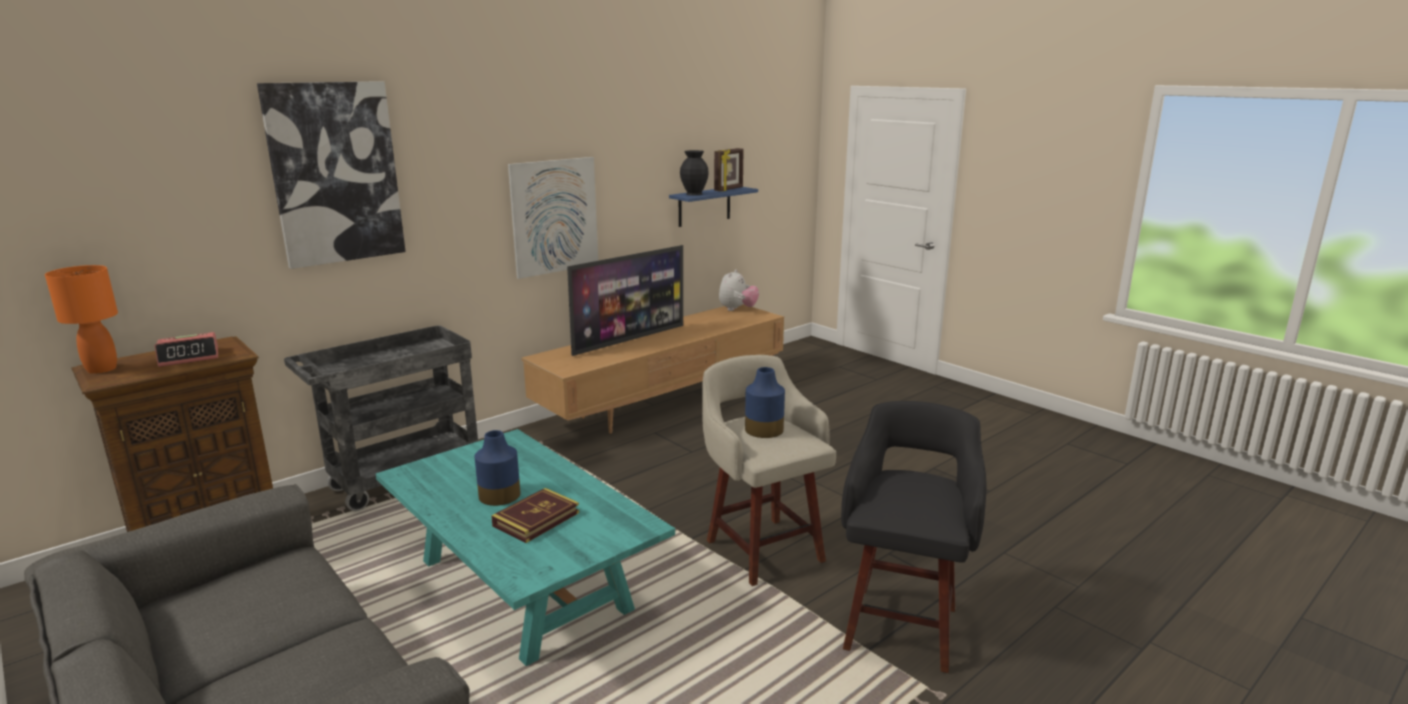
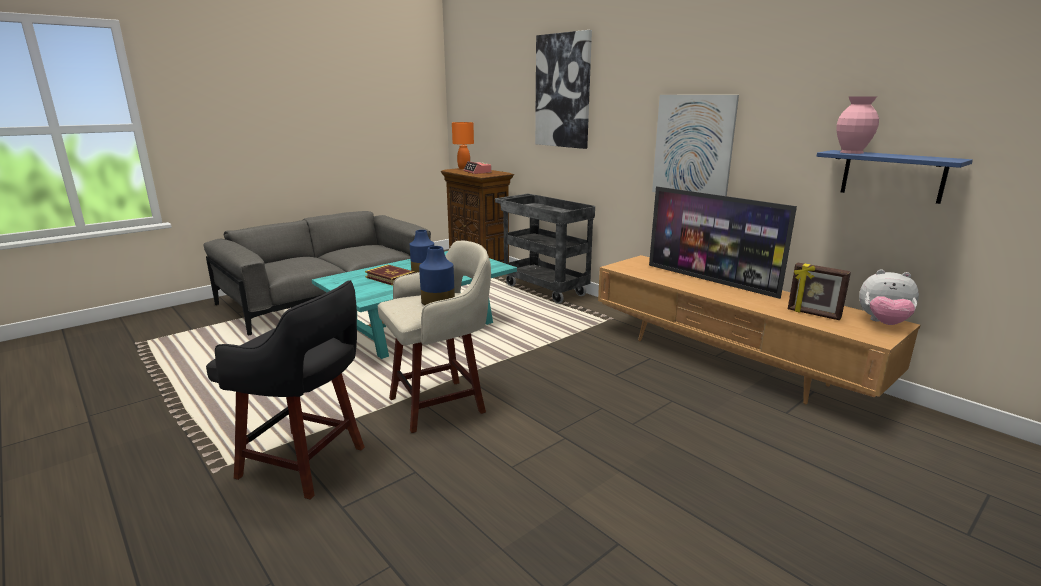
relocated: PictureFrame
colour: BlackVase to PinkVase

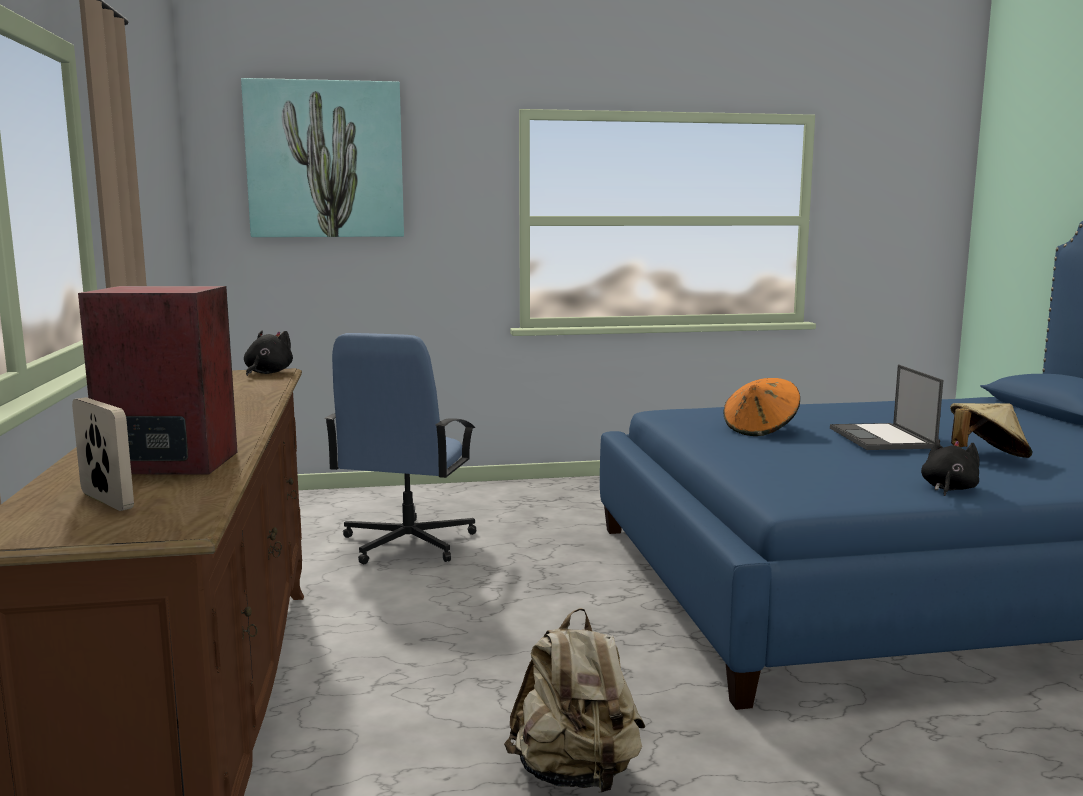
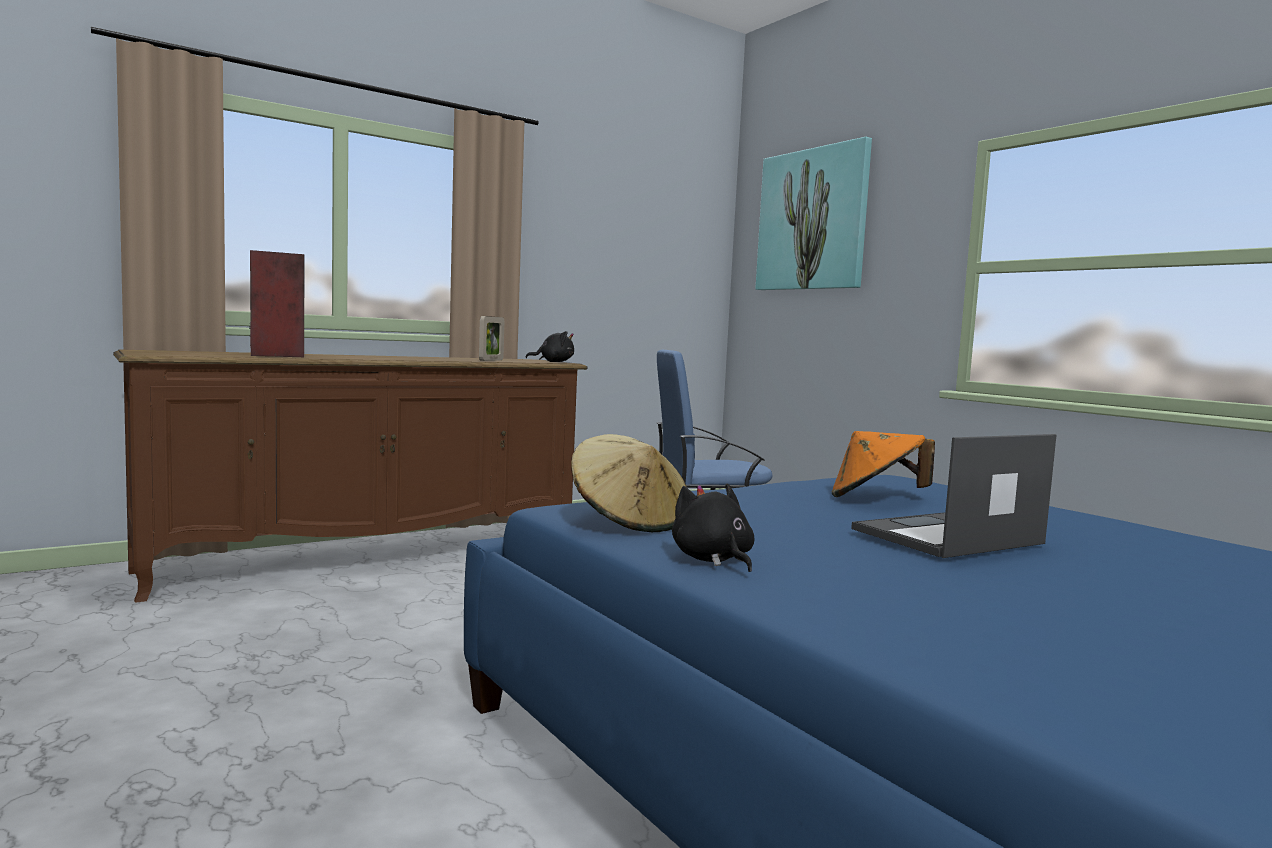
missing: BeigeBackpack
relocated: PictureFrame; BeigeHat
spun: BlackPlushToy (no. 2 from left) 120 degrees counterclockwise

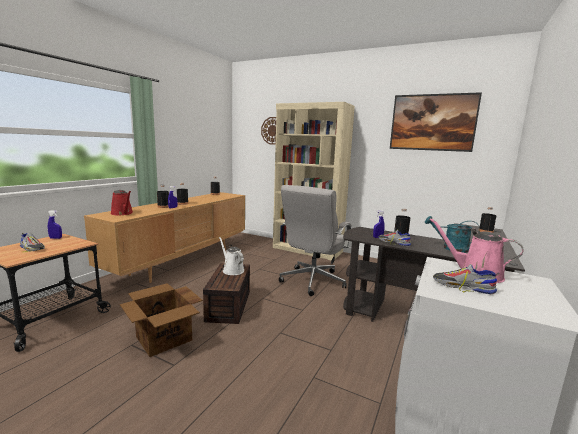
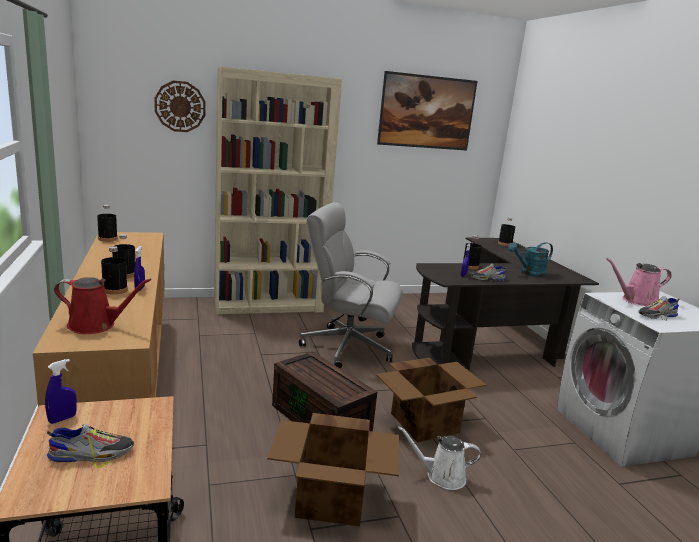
appeared: CardboardBox (no. 2 from left)
relocated: WhiteWateringCan
spun: GreyOfficeChair 120 degrees clockwise

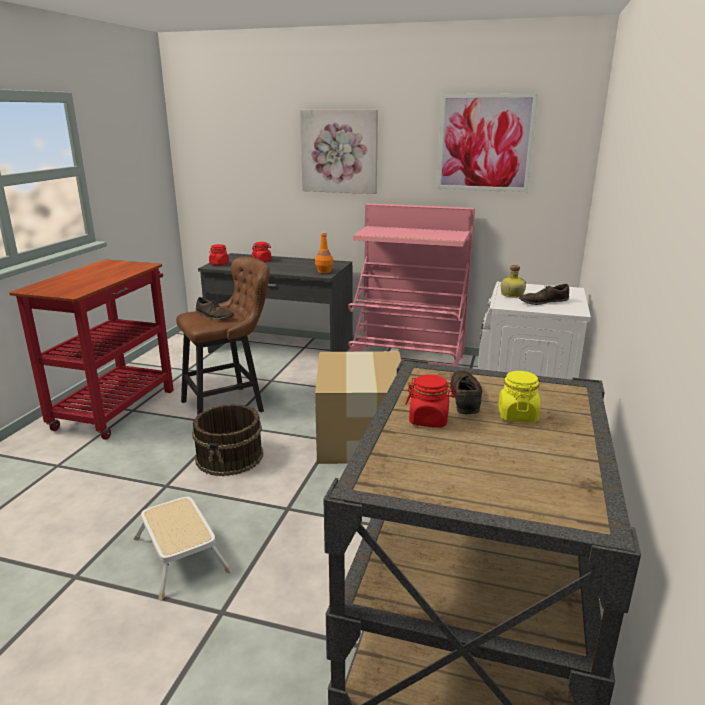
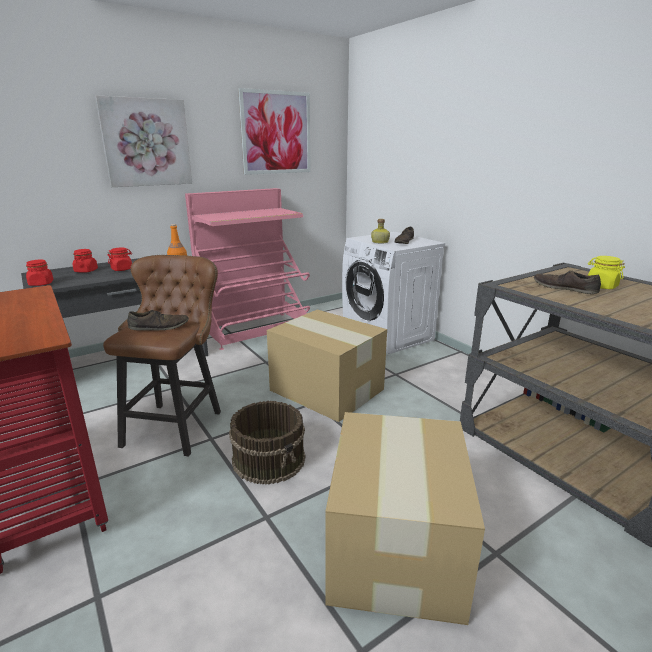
relocated: RedJar (no. 3 from left)
exchanged: BeigeStepLadder to CardboardBox (no. 2 from left)

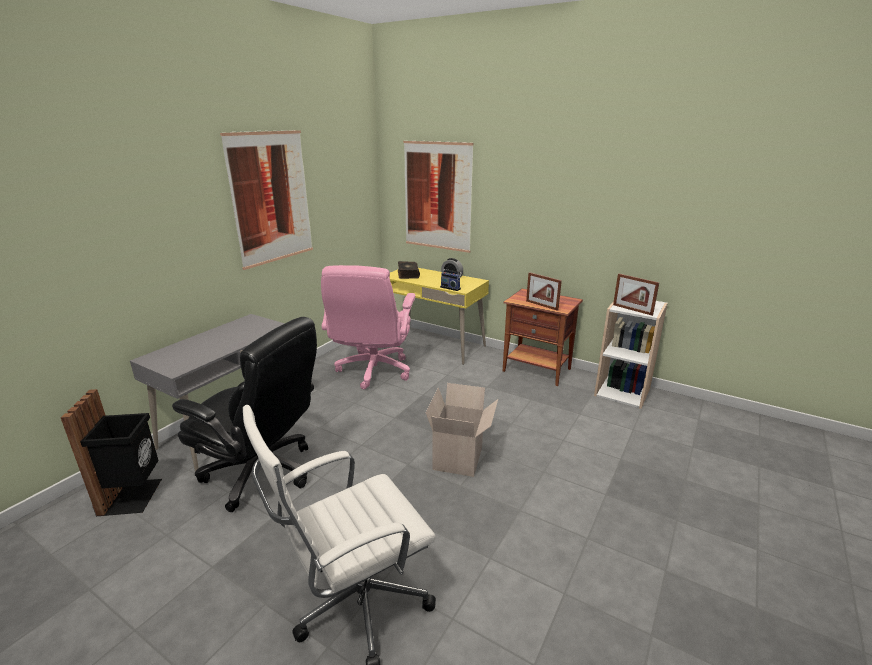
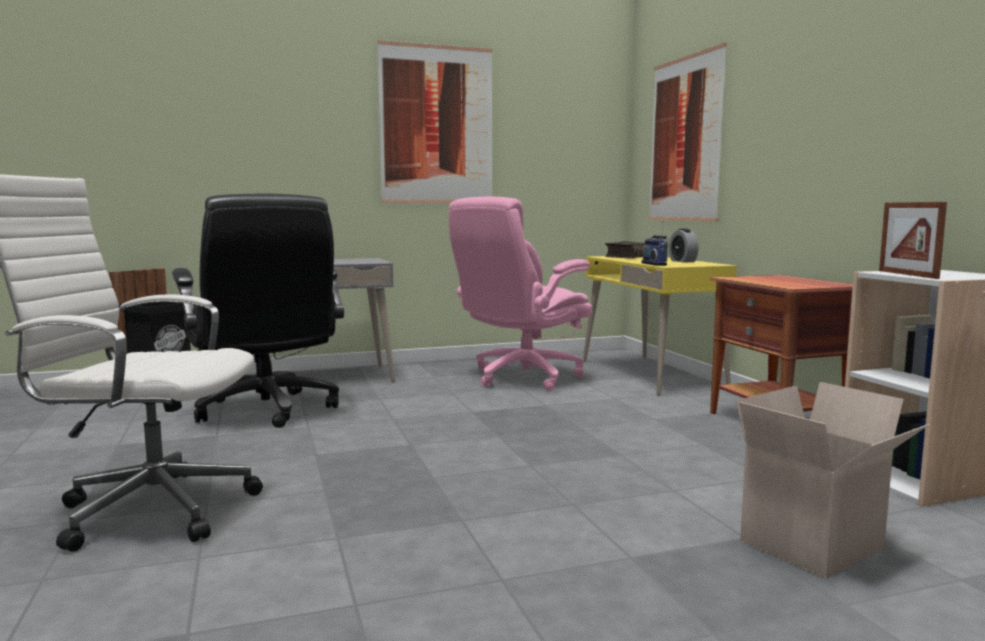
missing: PictureFrame (no. 1 from left)
relocated: CardboardBox

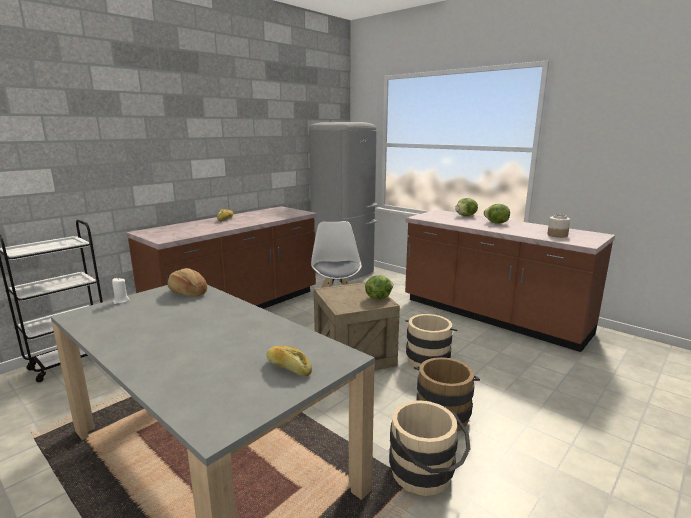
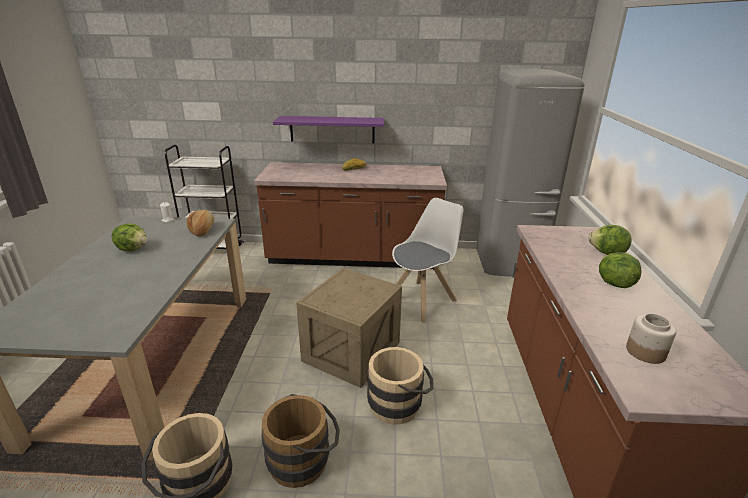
missing: Bread (no. 3 from left)
appeared: PurpleShelf
relocated: Lettuce (no. 1 from left)

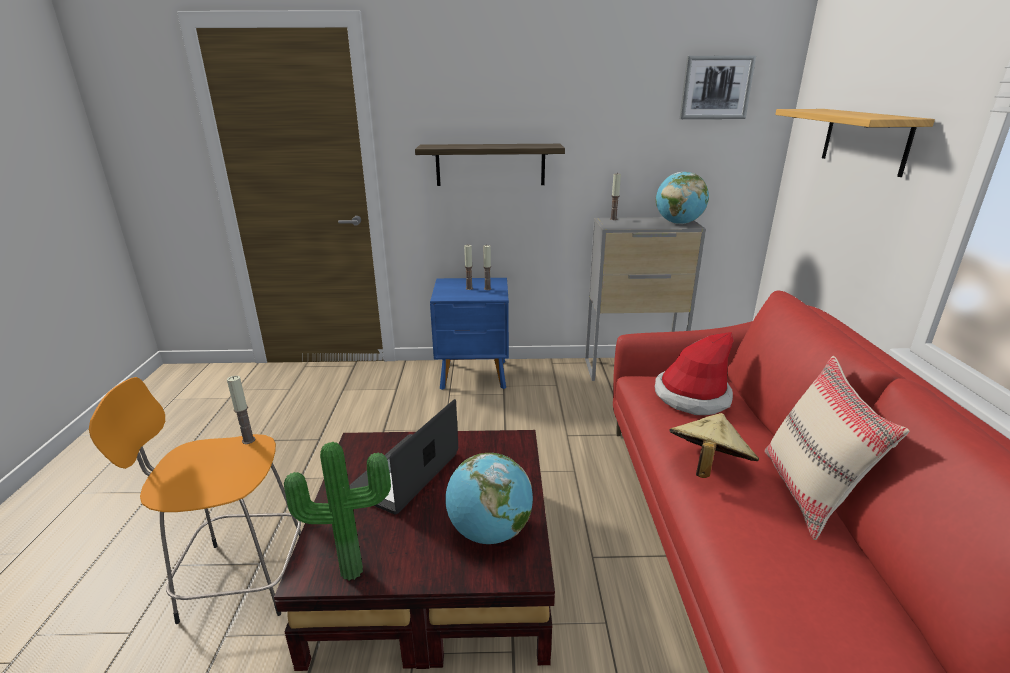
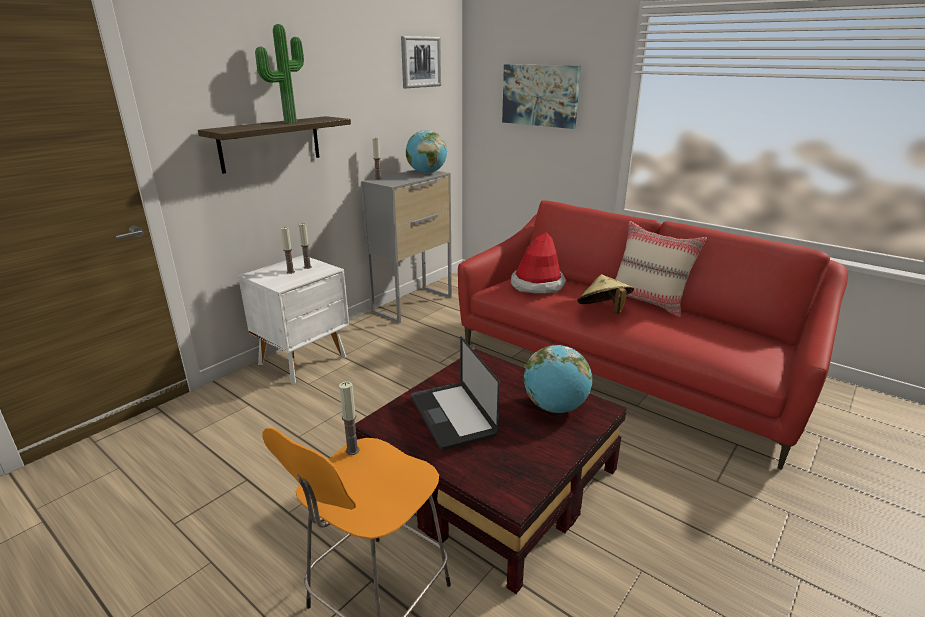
relocated: PottedPlant
exchanged: Shelf (no. 2 from left) to Picture (no. 2 from left)
colour: BlueNightstand to WhiteNightstand

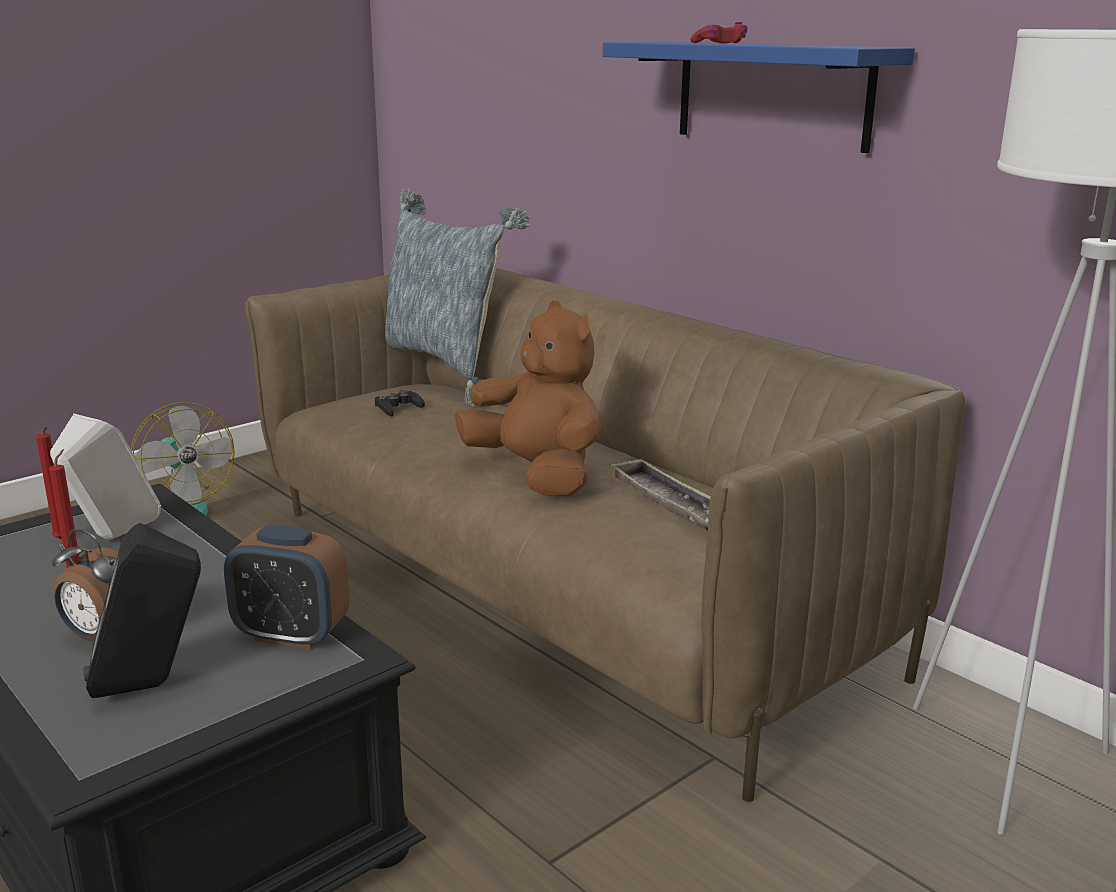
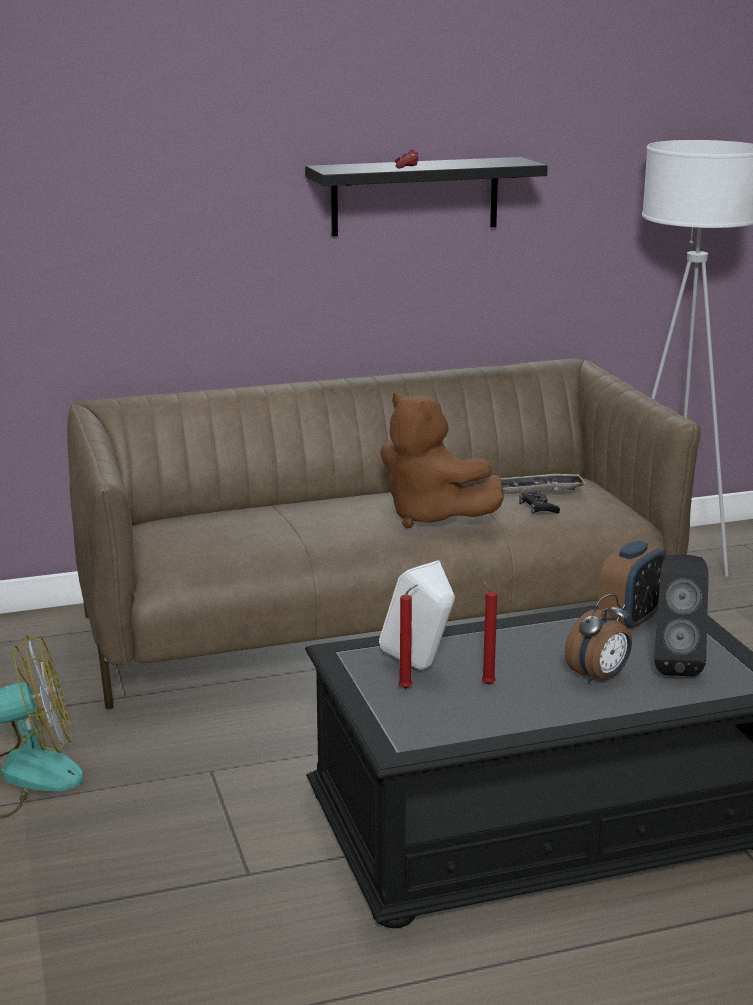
missing: Pillow
relocated: BlackGameController
colour: BlueShelf to BlackShelf
spun: BrownPlushToy 120 degrees counterclockwise

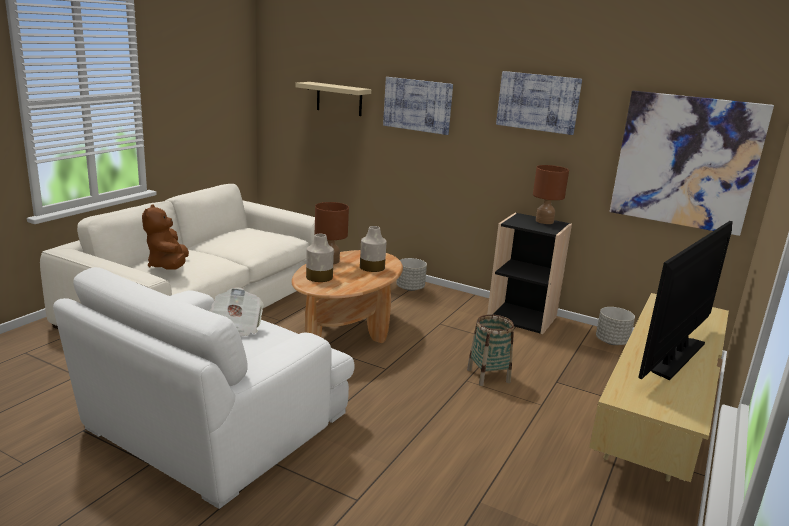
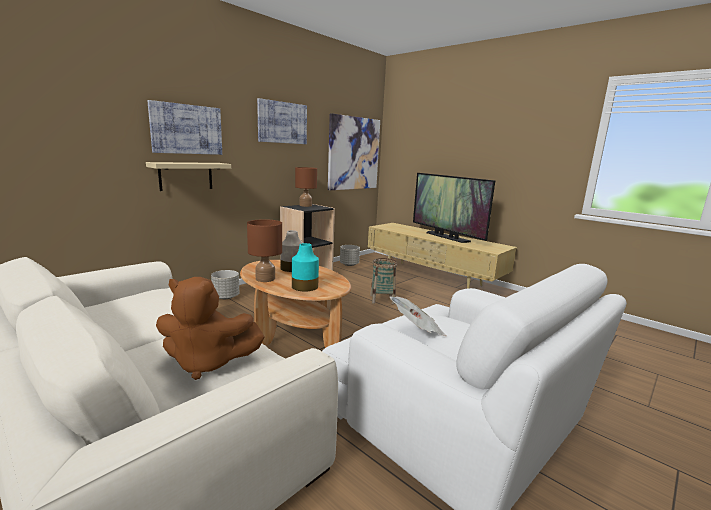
relocated: BeigeShelf
colour: BeigeVase (no. 1 from left) to TurquoiseVase

